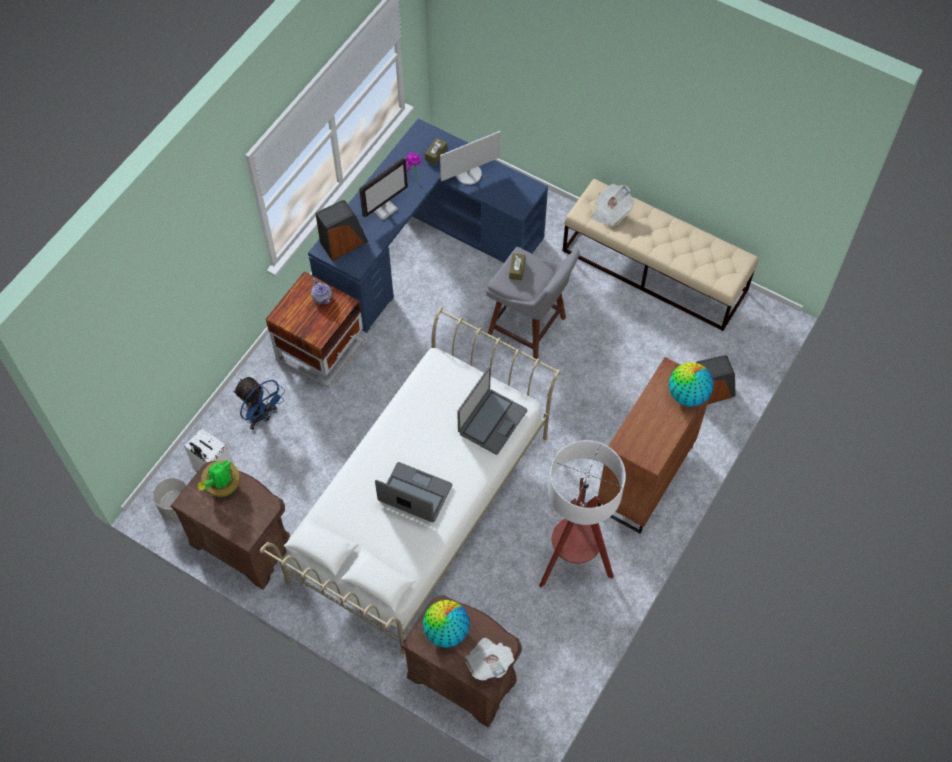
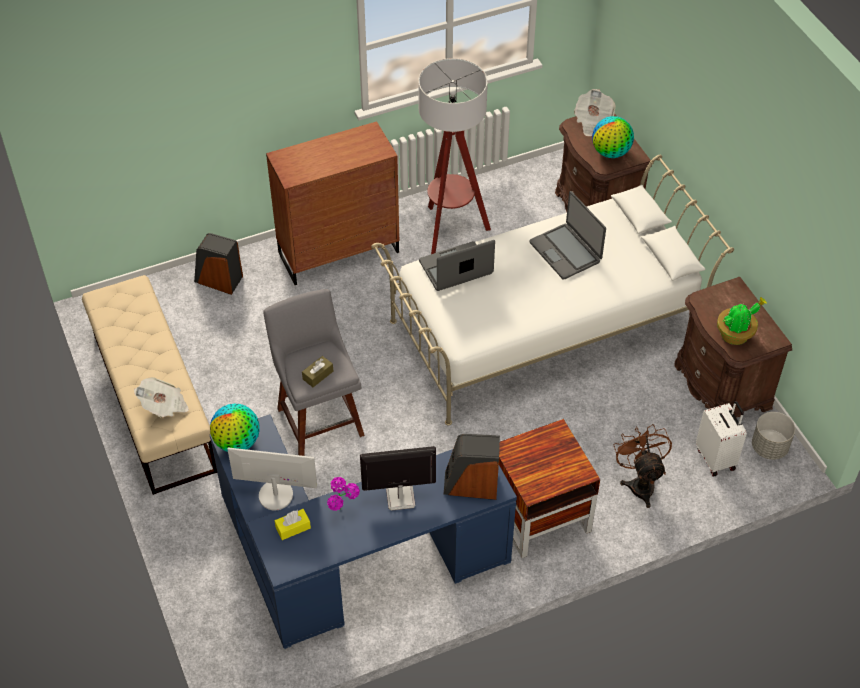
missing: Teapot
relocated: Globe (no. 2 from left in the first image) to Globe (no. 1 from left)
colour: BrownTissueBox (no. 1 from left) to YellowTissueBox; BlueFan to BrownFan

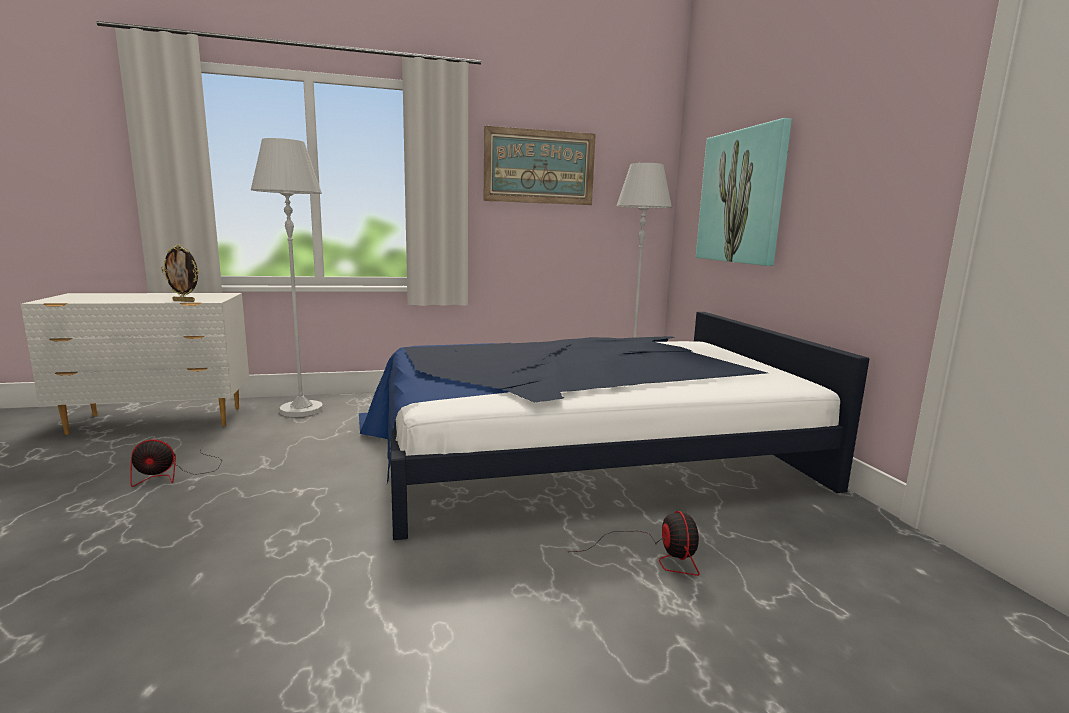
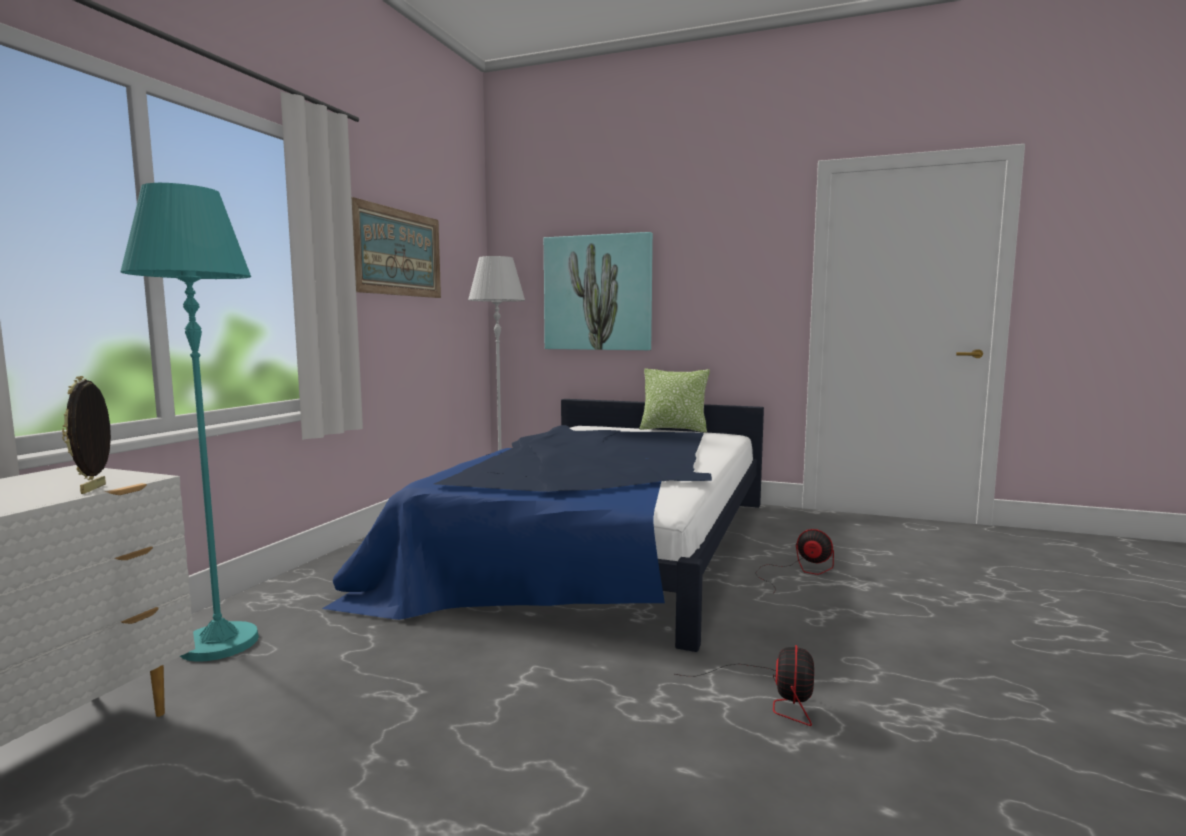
appeared: Pillow
relocated: Fan (no. 1 from left)
colour: WhiteFloorLamp (no. 1 from left) to TurquoiseFloorLamp
spun: PictureFrame 135 degrees clockwise

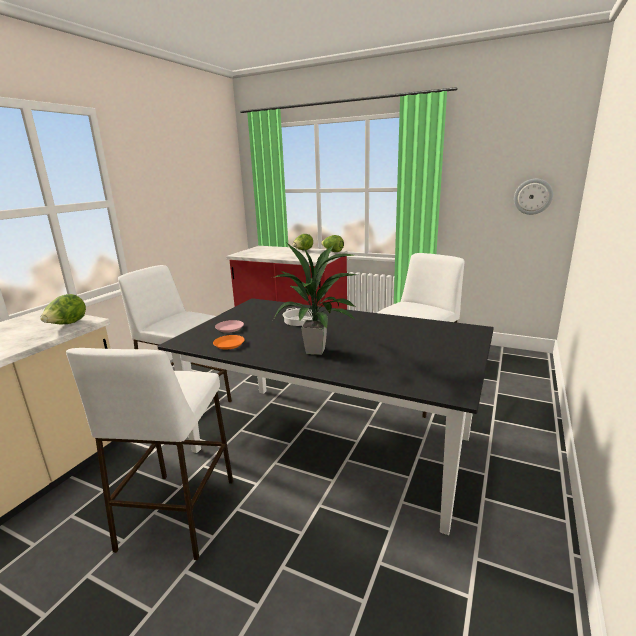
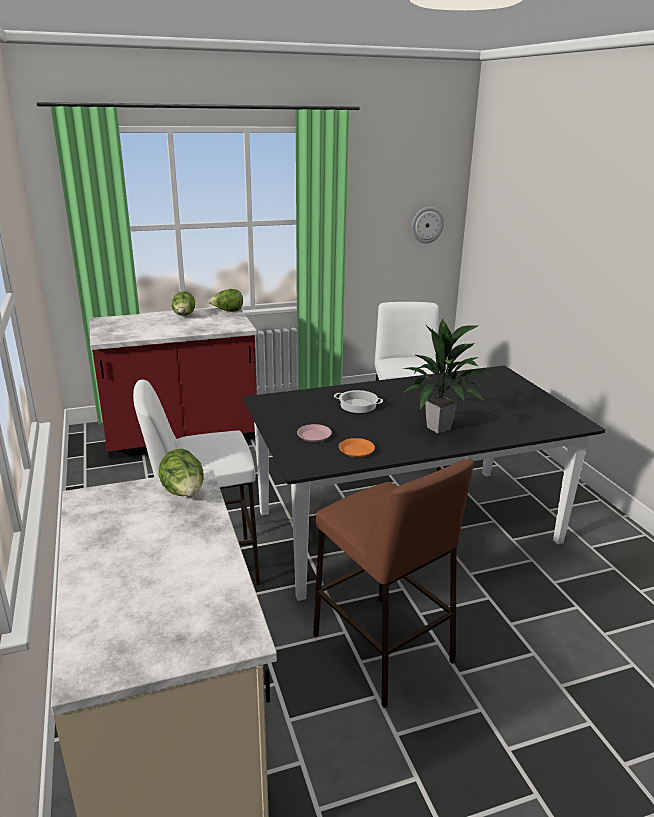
colour: WhiteStool (no. 1 from left) to BrownStool

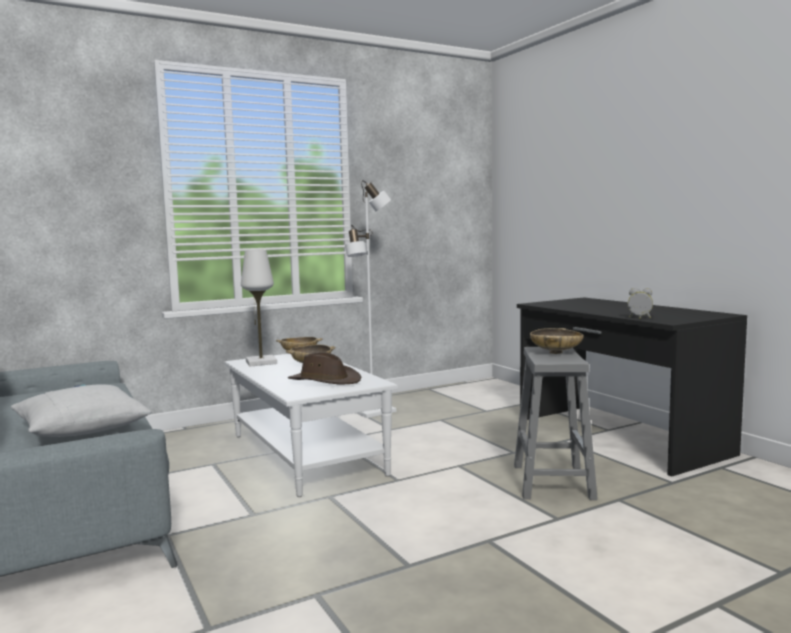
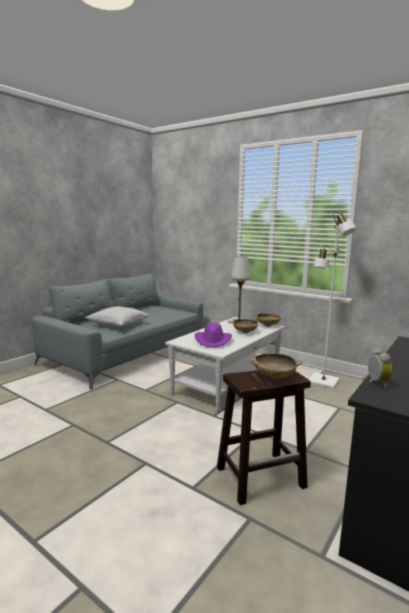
colour: GreyStool to BrownStool; BrownHat to PurpleHat

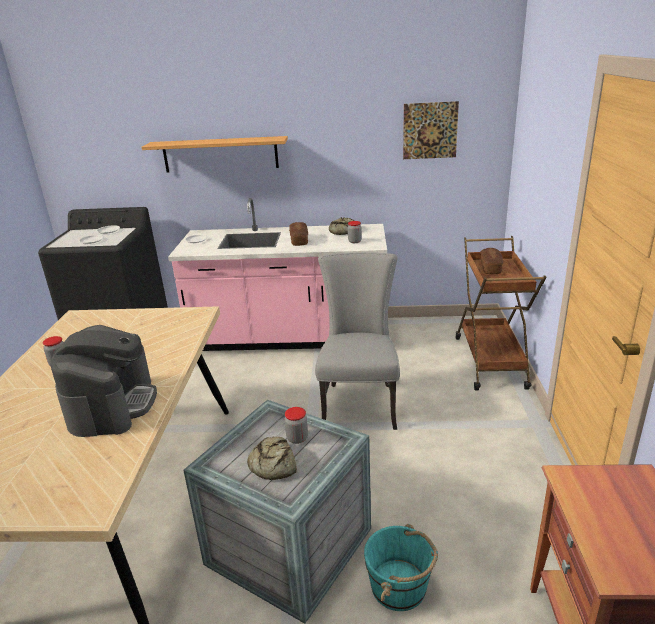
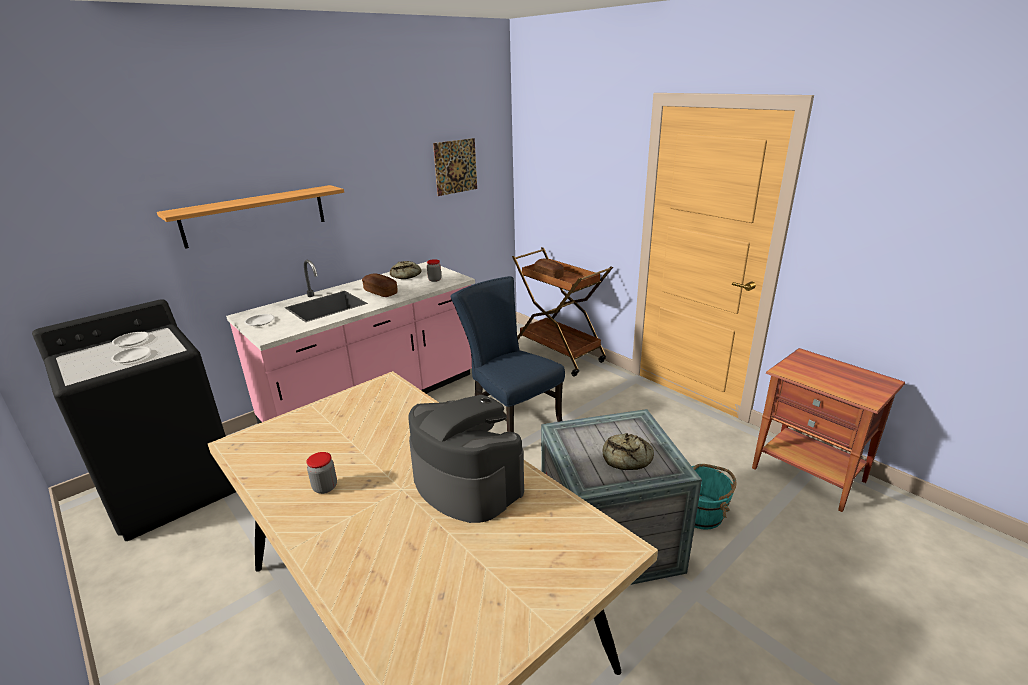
missing: Jar (no. 2 from left)
colour: GreyChair to BlueChair

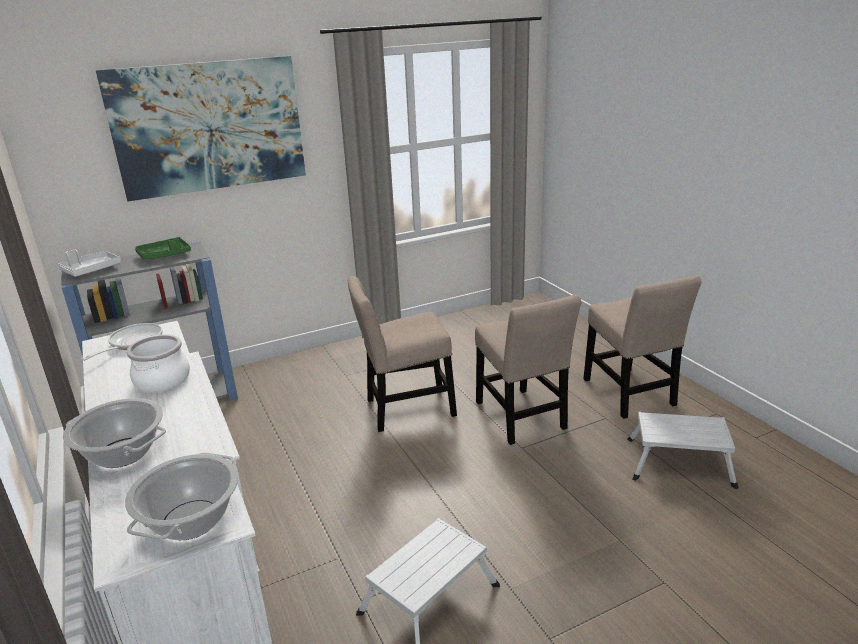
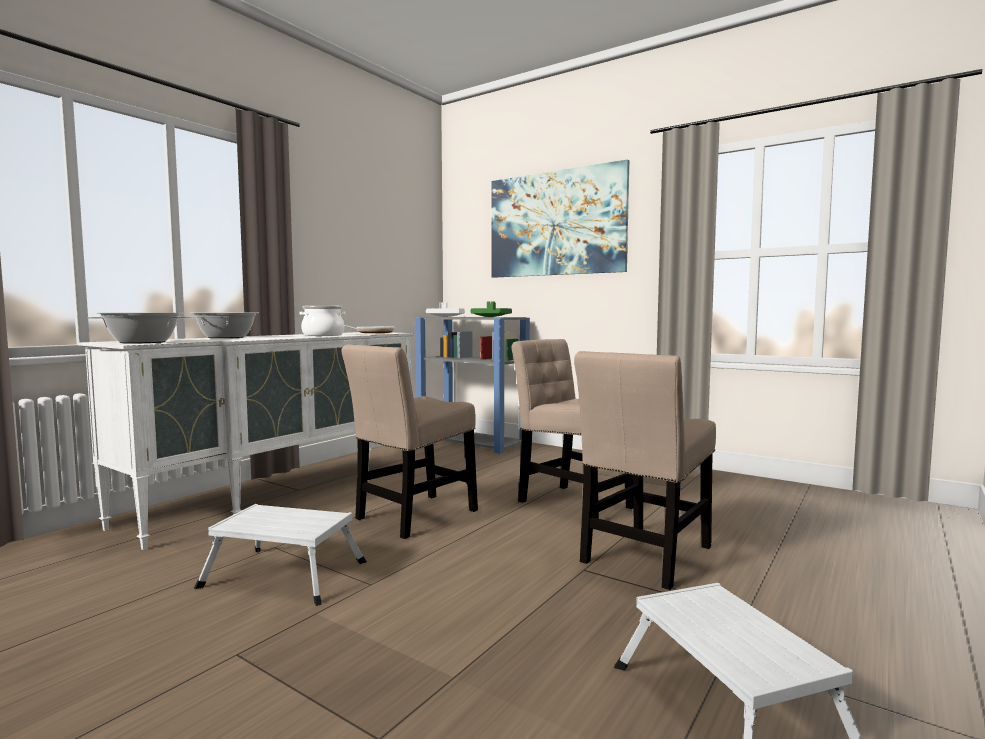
relocated: BeigeChair (no. 3 from left in the first image) to BeigeChair (no. 1 from left)

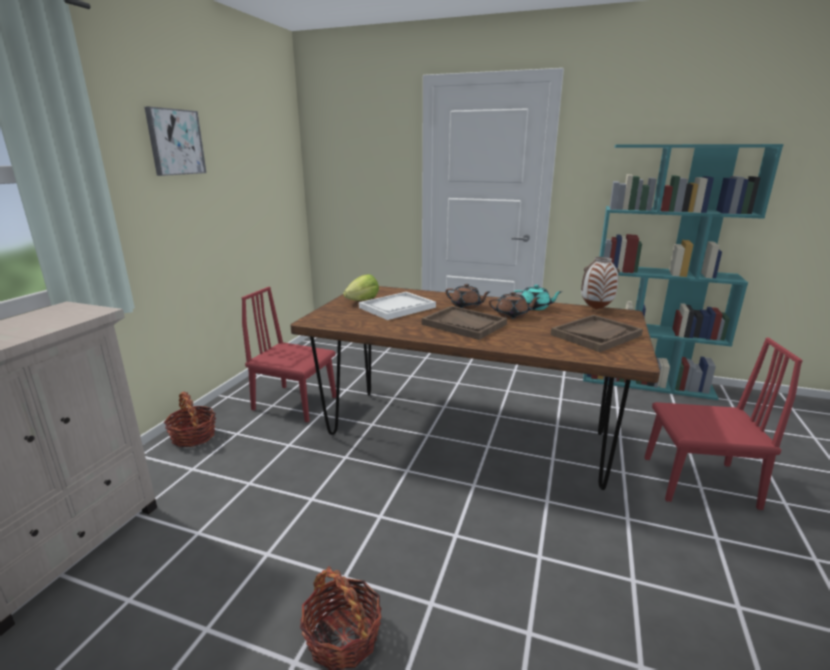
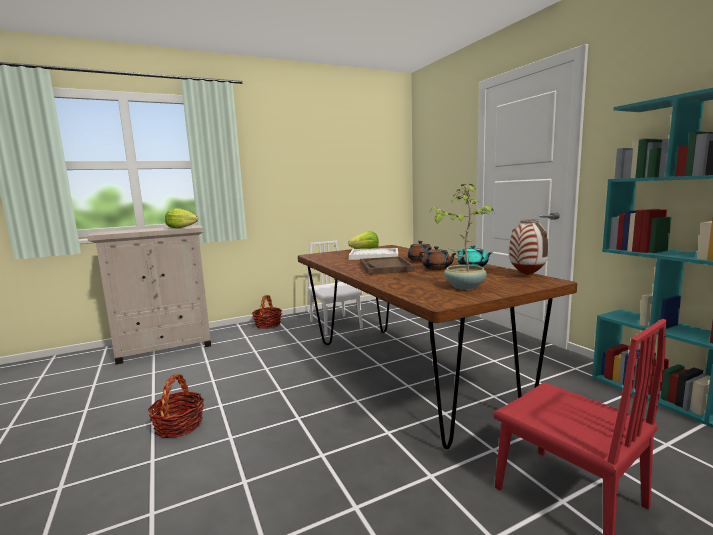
missing: Picture
appeared: Lettuce (no. 1 from left)
exchanged: BrownTray (no. 2 from left) to PottedPlant
colour: RedChair (no. 1 from left) to WhiteChair

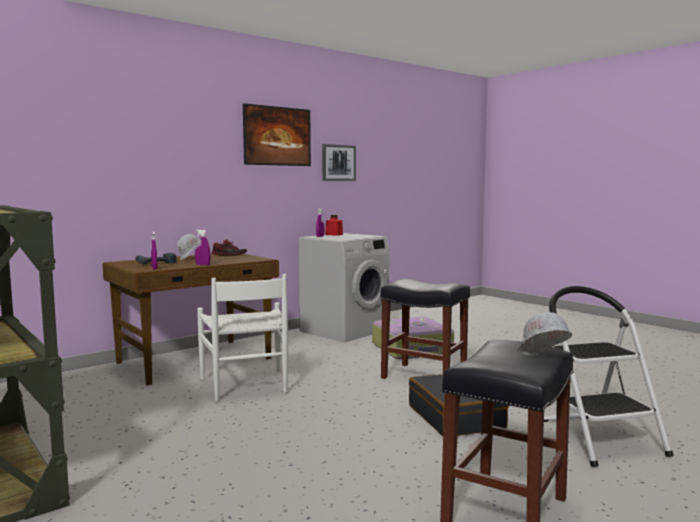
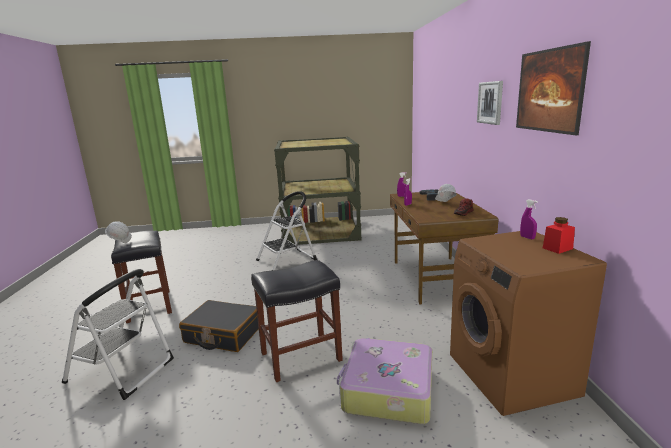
missing: WhiteChair
appeared: StepLadder (no. 2 from left)
relocated: Picture (no. 2 from left in the first image) to Picture (no. 1 from left)
colour: WhiteWashingMachine to BrownWashingMachine

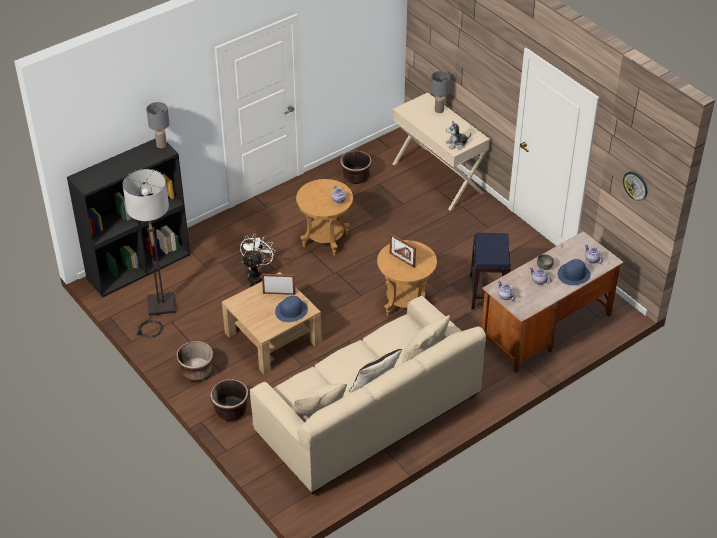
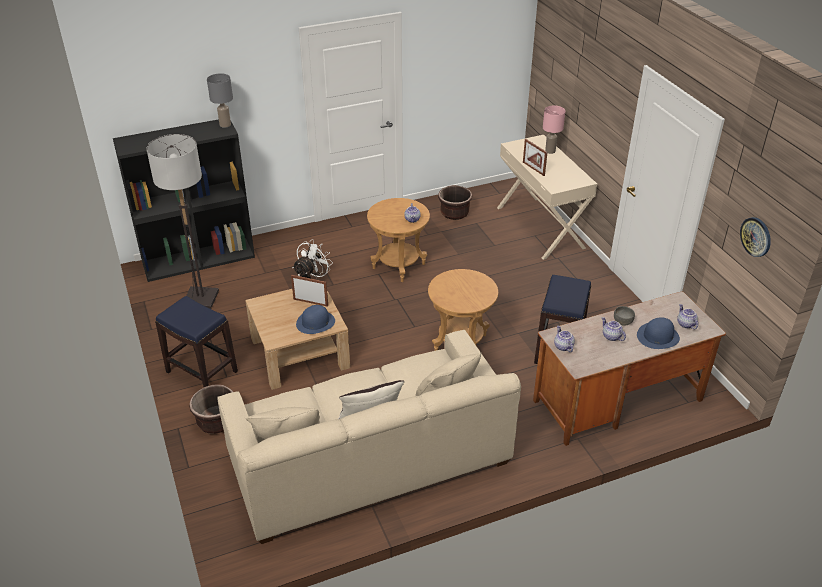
missing: PlushToy
relocated: PictureFrame (no. 2 from left)
exchanged: BrownPlanter (no. 1 from left) to Stool (no. 1 from left)
colour: GreyTableLamp (no. 2 from left) to PinkTableLamp

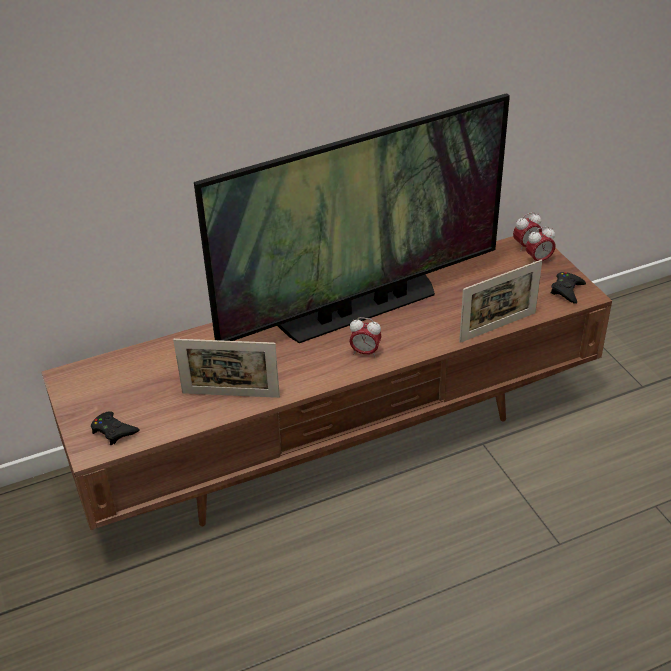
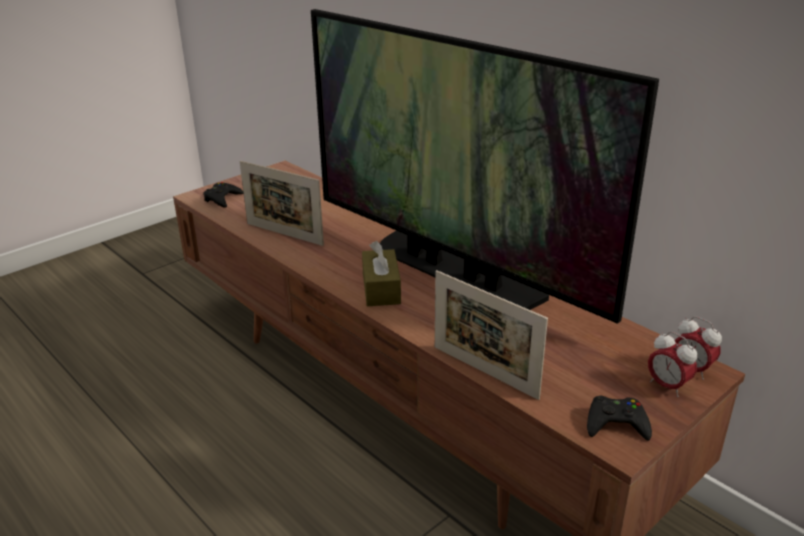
exchanged: AlarmClock (no. 1 from left) to BrownTissueBox
spun: PictureFrame (no. 1 from left) 45 degrees counterclockwise

